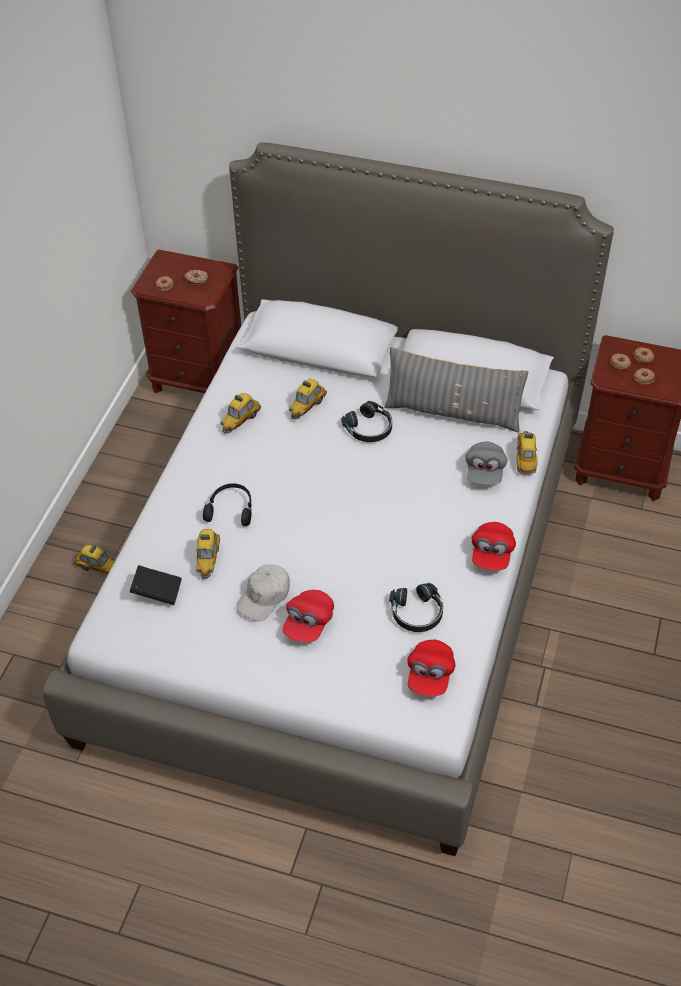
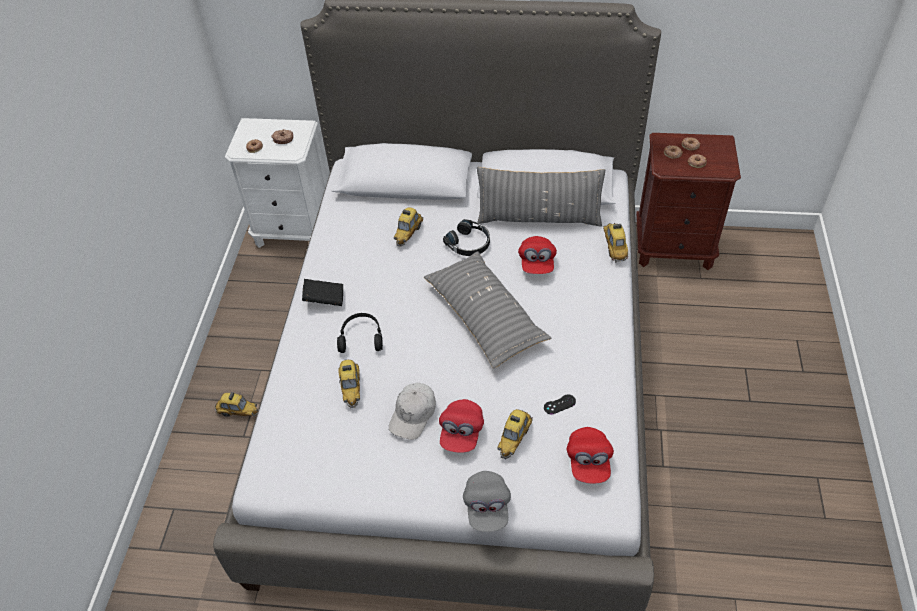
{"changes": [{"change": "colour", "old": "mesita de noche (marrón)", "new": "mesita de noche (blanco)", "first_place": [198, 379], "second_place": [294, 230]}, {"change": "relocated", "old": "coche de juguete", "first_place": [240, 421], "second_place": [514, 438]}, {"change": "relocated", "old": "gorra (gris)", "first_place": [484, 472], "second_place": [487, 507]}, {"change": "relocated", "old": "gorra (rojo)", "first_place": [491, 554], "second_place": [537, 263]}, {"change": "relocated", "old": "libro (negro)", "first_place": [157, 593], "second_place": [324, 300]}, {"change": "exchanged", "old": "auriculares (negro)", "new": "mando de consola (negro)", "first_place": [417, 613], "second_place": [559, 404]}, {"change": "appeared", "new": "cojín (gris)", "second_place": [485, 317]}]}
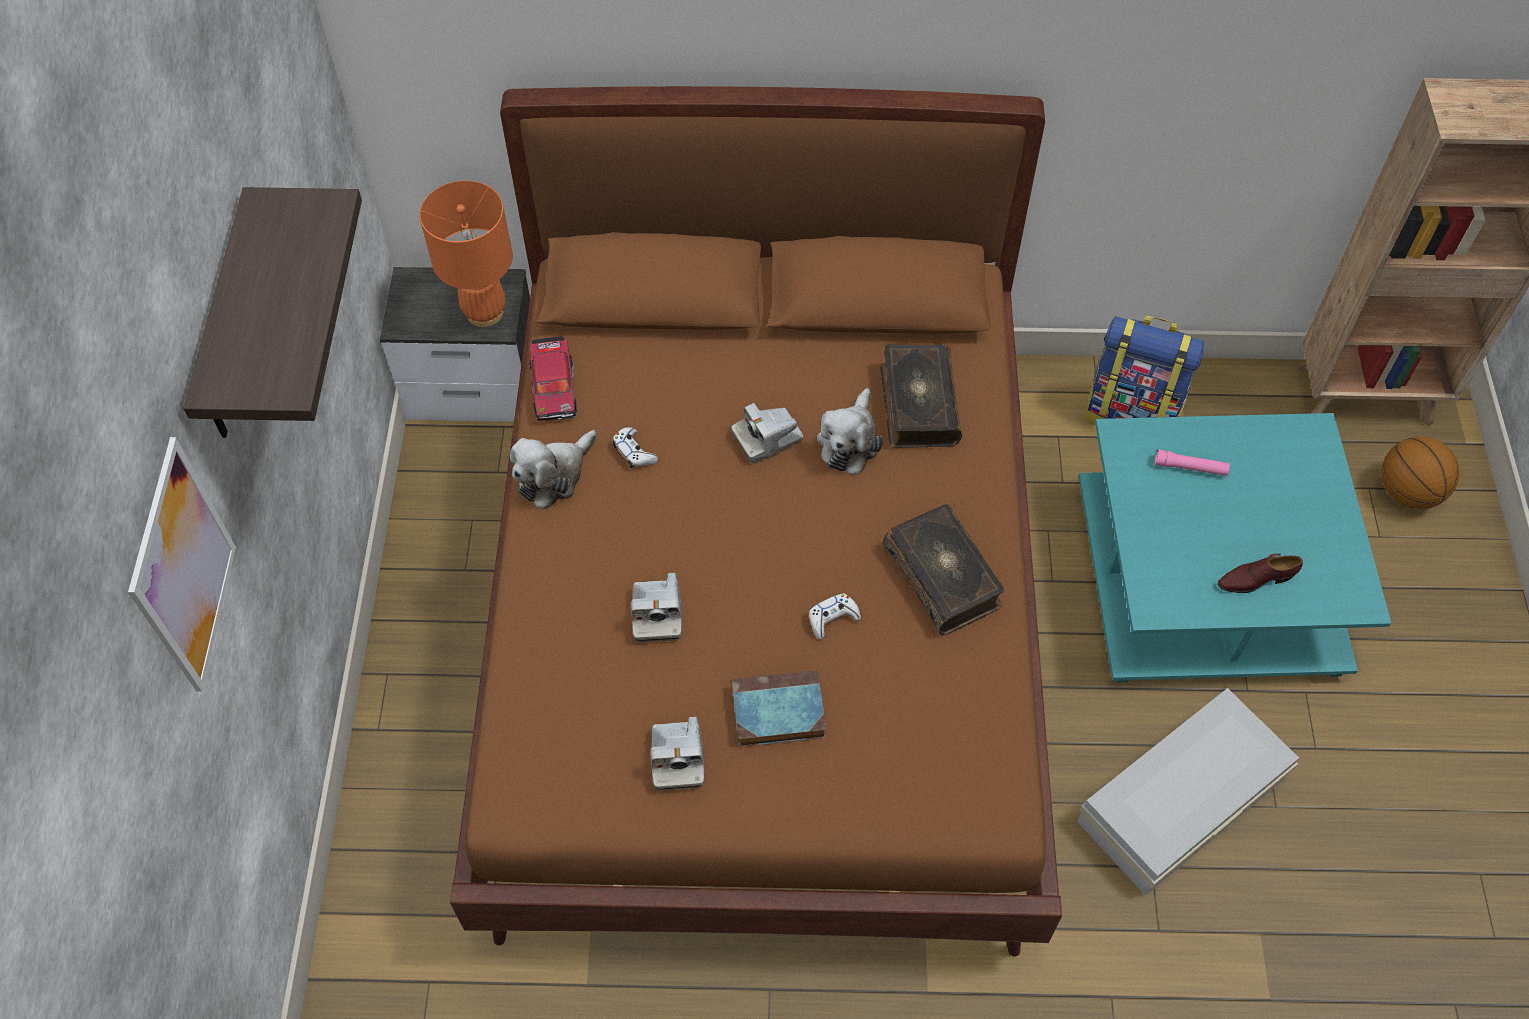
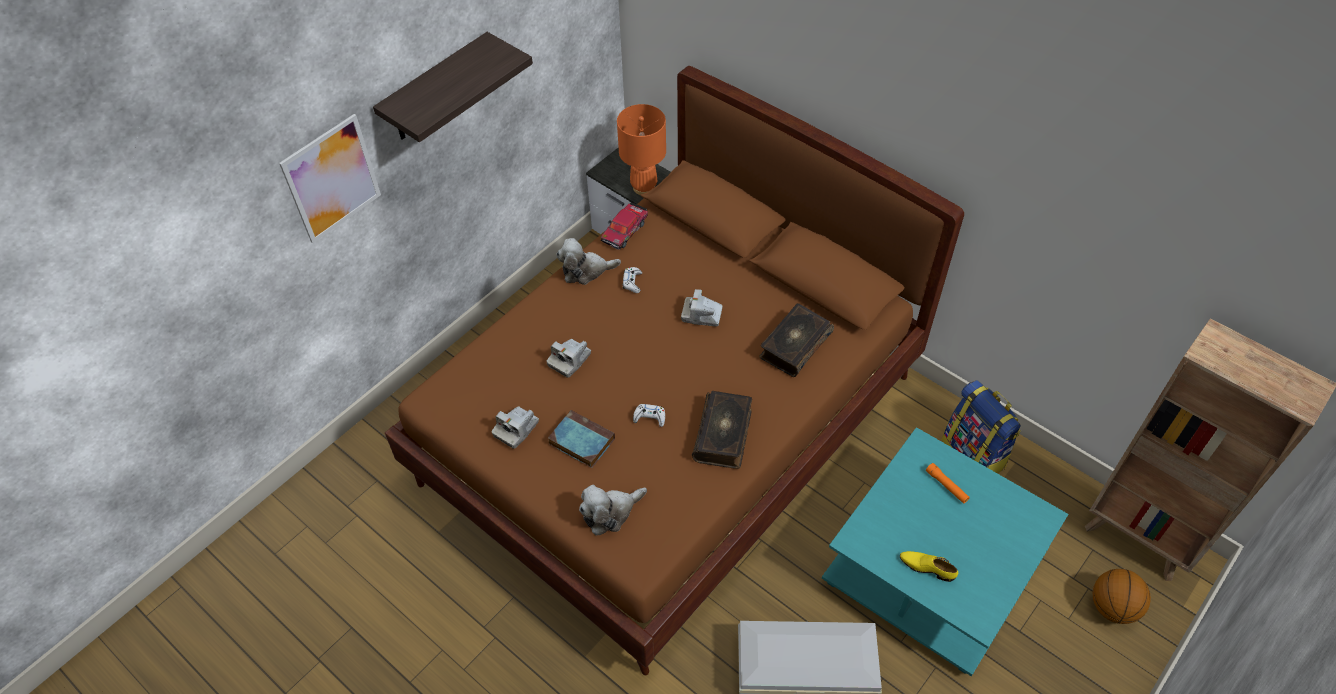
{"changes": [{"change": "relocated", "old": "peluche", "first_place": [849, 441], "second_place": [610, 513]}, {"change": "colour", "old": "linterna (rosa)", "new": "linterna (naranja)", "first_place": [1190, 467], "second_place": [946, 486]}, {"change": "colour", "old": "zapato (marrón)", "new": "zapato (amarillo)", "first_place": [1255, 579], "second_place": [927, 567]}]}
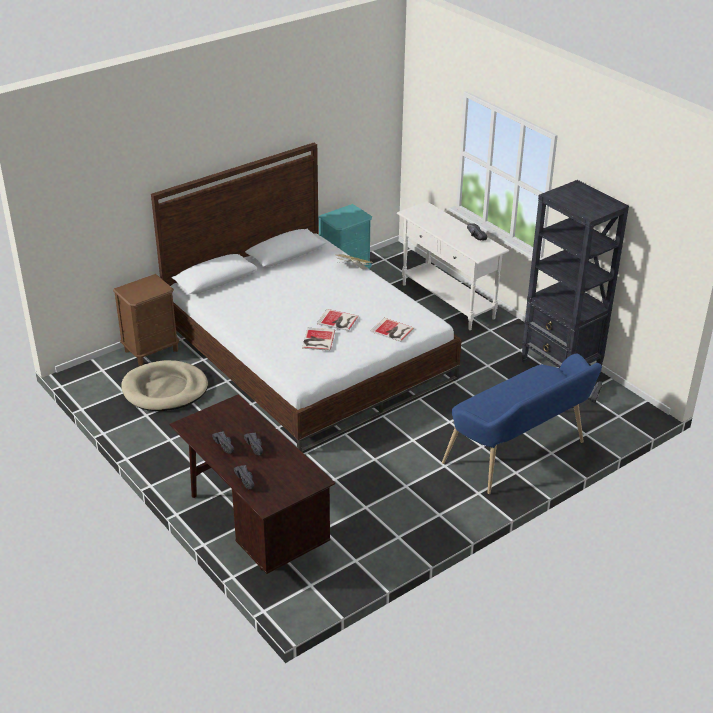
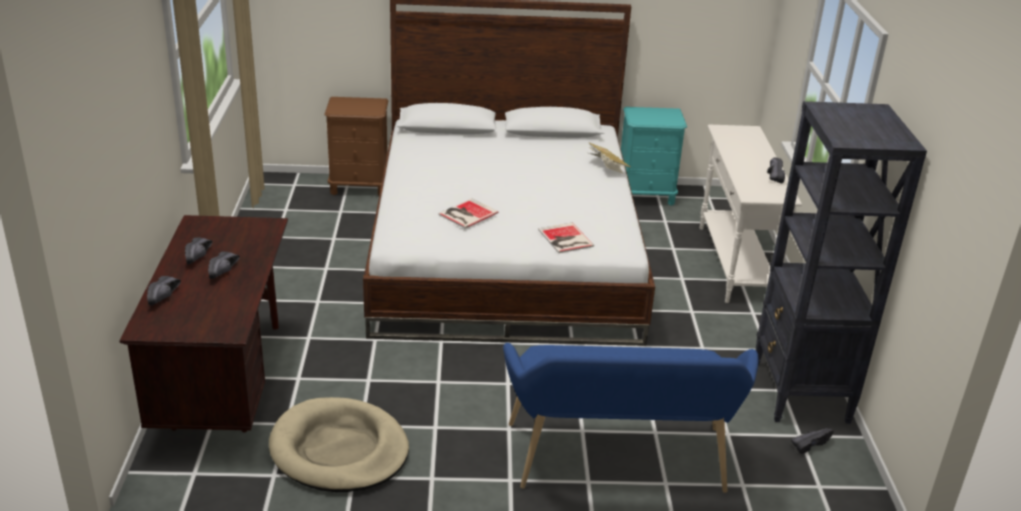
{"changes": [{"change": "missing", "old": "libro", "first_place": [338, 321]}, {"change": "relocated", "old": "cama para perro (beis)", "first_place": [165, 389], "second_place": [339, 450]}]}
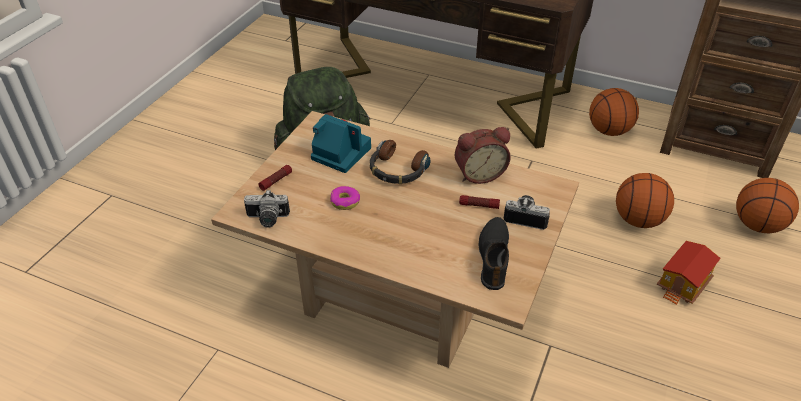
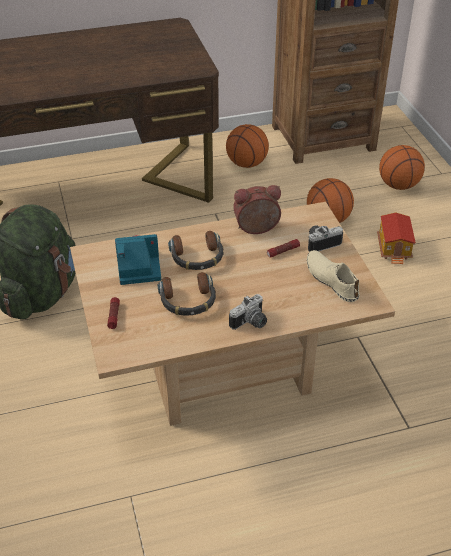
{"changes": [{"change": "spun", "old": "despertador", "first_place": [479, 174], "second_place": [257, 229], "degrees": -135}, {"change": "exchanged", "old": "rosquilla", "new": "auriculares", "first_place": [345, 201], "second_place": [188, 301]}, {"change": "relocated", "old": "cámara", "first_place": [267, 219], "second_place": [251, 323]}, {"change": "colour", "old": "zapato (negro)", "new": "zapato (beis)", "first_place": [494, 257], "second_place": [332, 279]}]}
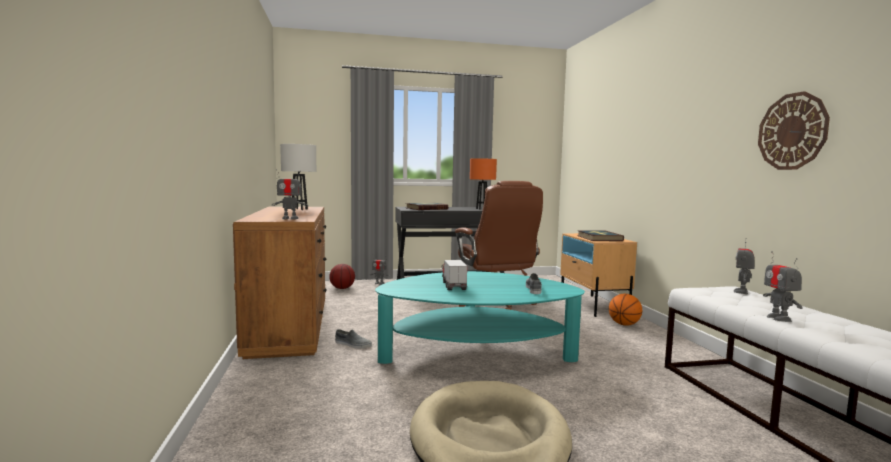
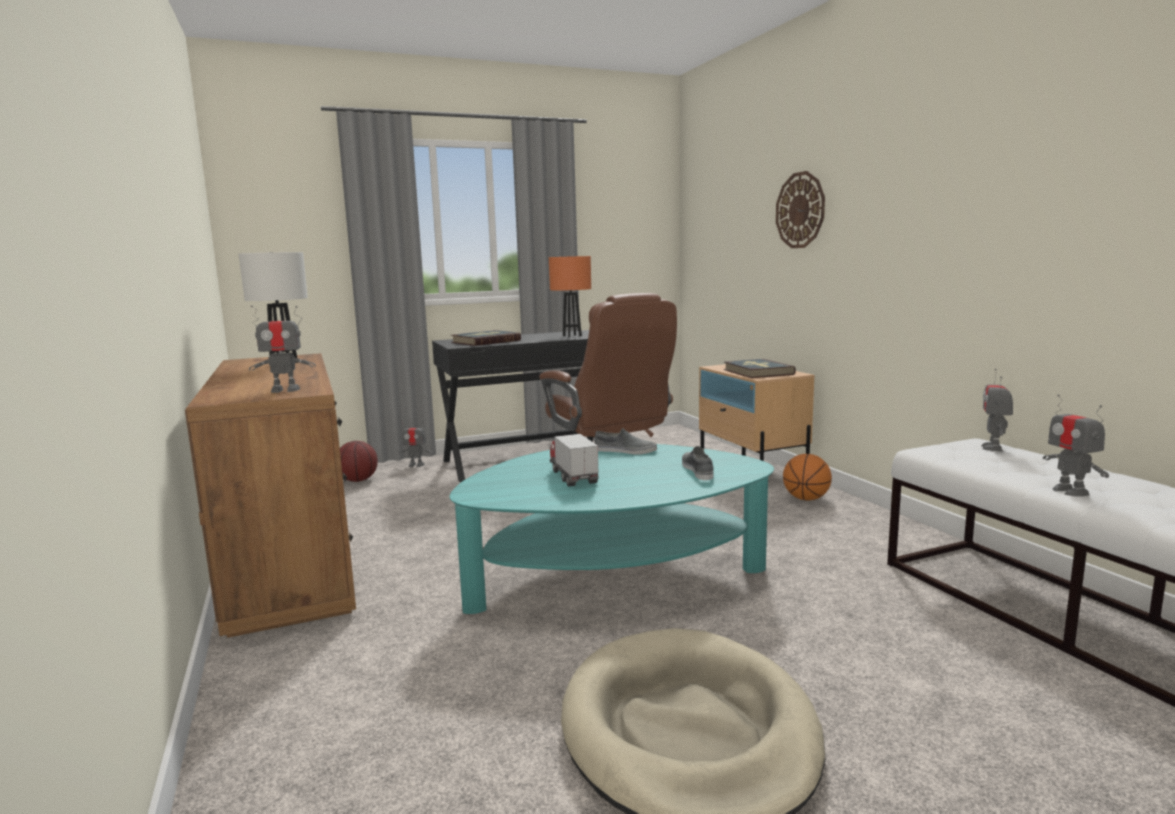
{"changes": [{"change": "relocated", "old": "reloj de pared", "first_place": [792, 131], "second_place": [800, 210]}, {"change": "relocated", "old": "zapato (gris)", "first_place": [352, 344], "second_place": [625, 451]}]}
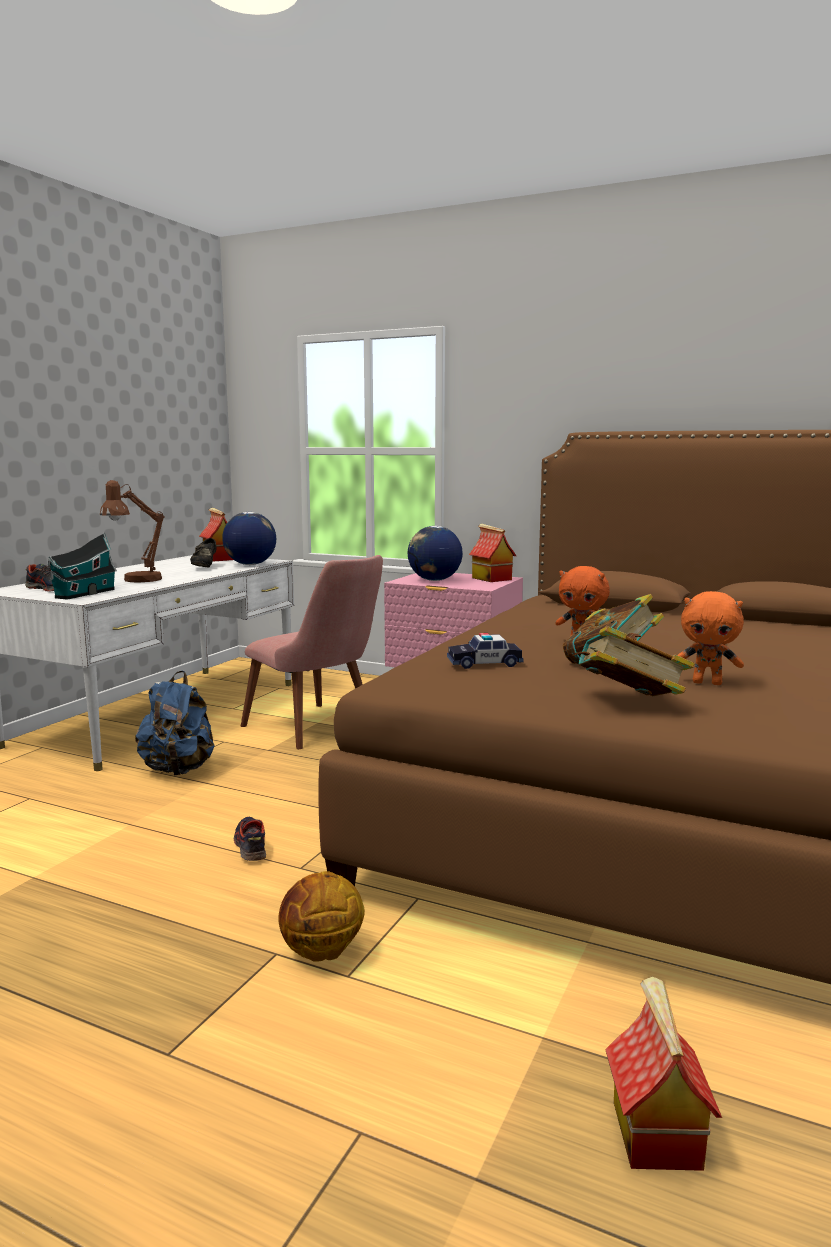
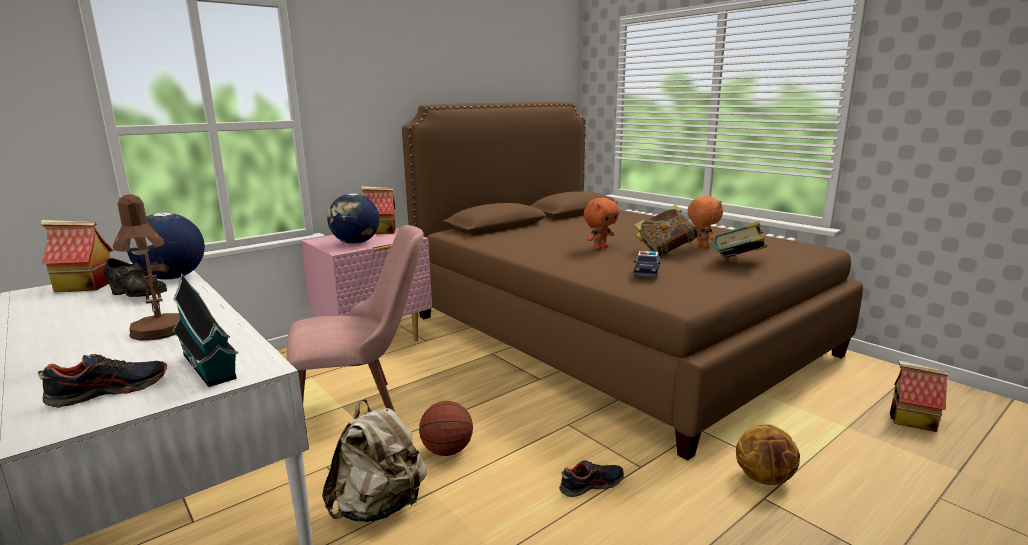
{"changes": [{"change": "spun", "old": "peluche (naranja)", "first_place": [707, 683], "second_place": [701, 246], "degrees": -60}, {"change": "colour", "old": "mochila (azul)", "new": "mochila (beis)", "first_place": [178, 770], "second_place": [379, 507]}, {"change": "spun", "old": "zapato", "first_place": [250, 846], "second_place": [591, 485], "degrees": 150}, {"change": "appeared", "new": "balón de baloncesto", "second_place": [447, 451]}]}
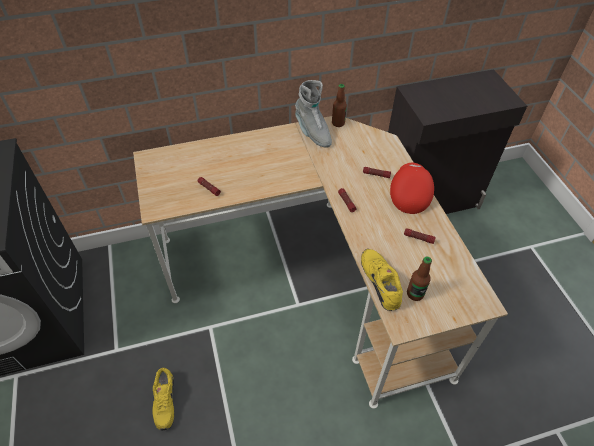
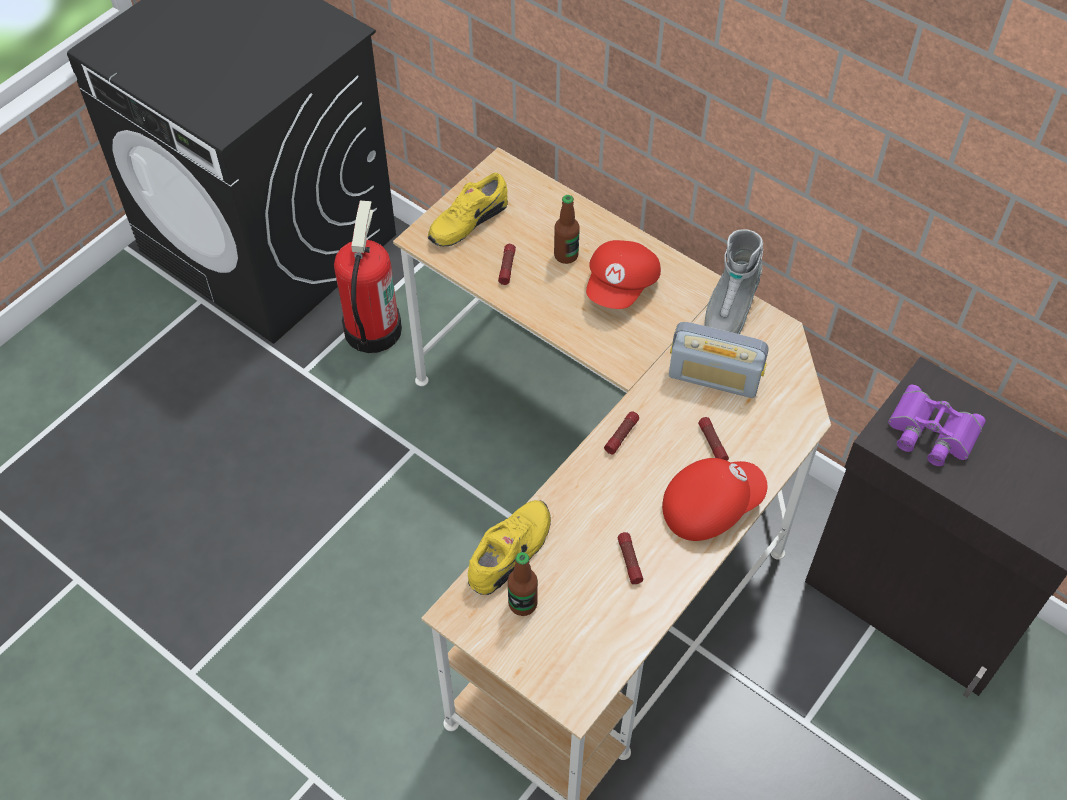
{"changes": [{"change": "relocated", "old": "botella", "first_place": [338, 123], "second_place": [566, 255]}, {"change": "relocated", "old": "zapato (amarillo)", "first_place": [164, 402], "second_place": [467, 221]}, {"change": "appeared", "new": "extintor", "second_place": [371, 329]}, {"change": "appeared", "new": "gorra (rojo)", "second_place": [622, 286]}, {"change": "appeared", "new": "radio", "second_place": [714, 377]}, {"change": "appeared", "new": "prismáticos (morado)", "second_place": [930, 433]}]}
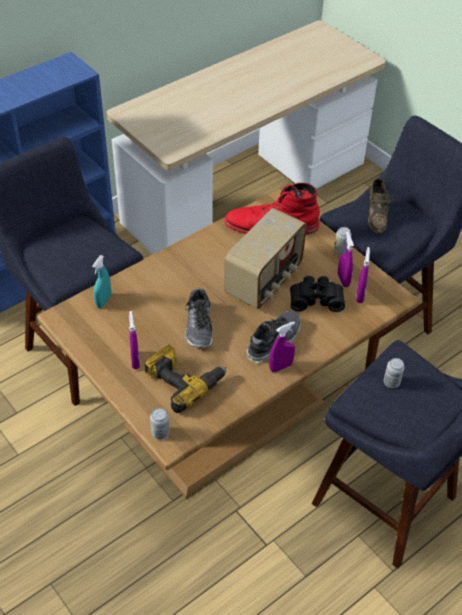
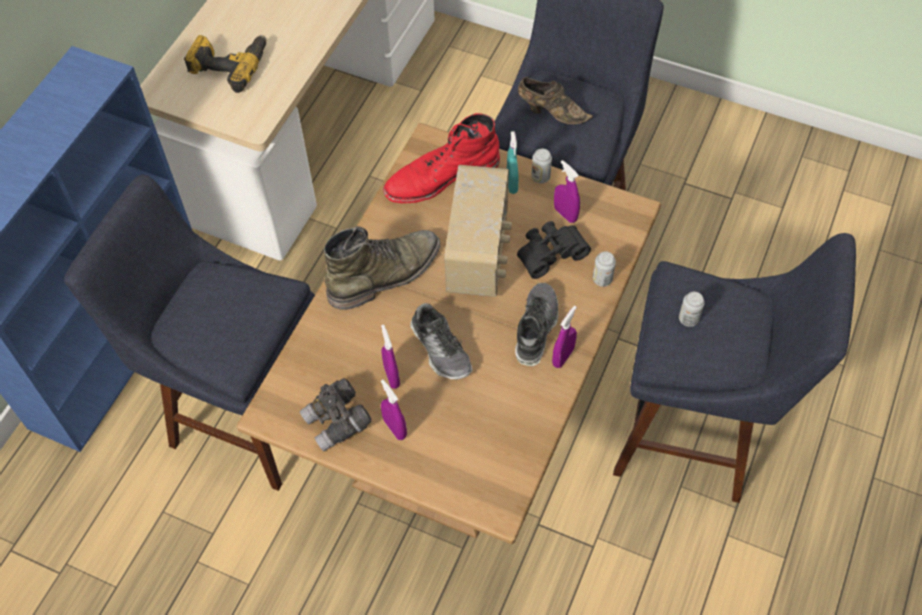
{"changes": [{"change": "spun", "old": "zapato (marrón)", "first_place": [376, 216], "second_place": [551, 112], "degrees": -45}, {"change": "relocated", "old": "pulverizador (morado)", "first_place": [360, 295], "second_place": [391, 376]}, {"change": "relocated", "old": "pulverizador (turquesa)", "first_place": [103, 301], "second_place": [512, 184]}, {"change": "relocated", "old": "taladro", "first_place": [183, 381], "second_place": [229, 65]}, {"change": "relocated", "old": "lata", "first_place": [160, 433], "second_place": [602, 279]}, {"change": "appeared", "new": "bota (verde)", "second_place": [385, 274]}, {"change": "appeared", "new": "prismáticos (gris)", "second_place": [337, 422]}]}
